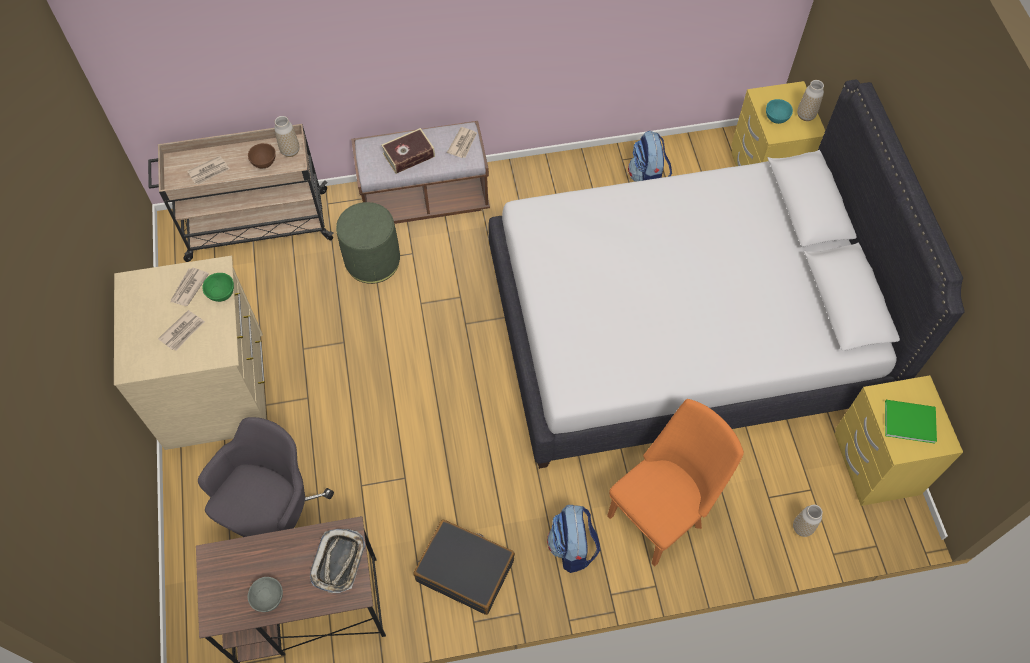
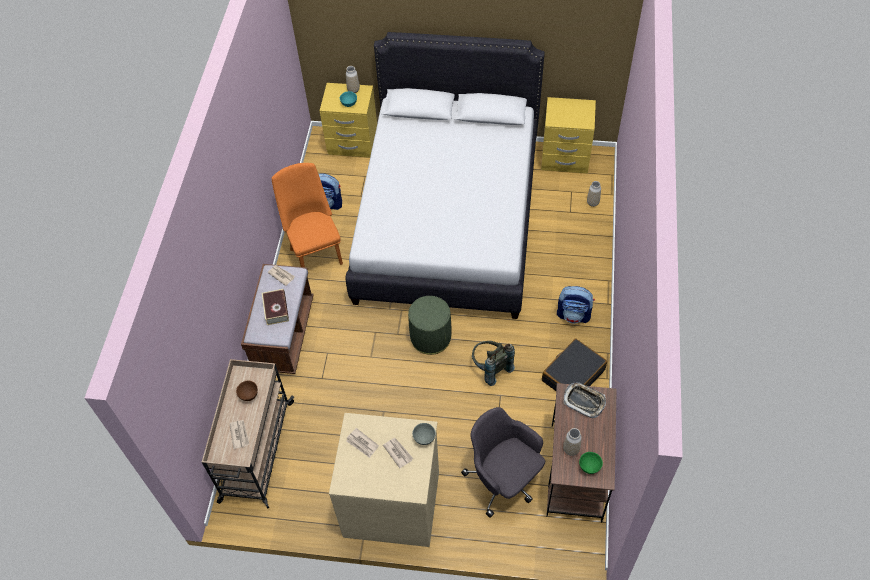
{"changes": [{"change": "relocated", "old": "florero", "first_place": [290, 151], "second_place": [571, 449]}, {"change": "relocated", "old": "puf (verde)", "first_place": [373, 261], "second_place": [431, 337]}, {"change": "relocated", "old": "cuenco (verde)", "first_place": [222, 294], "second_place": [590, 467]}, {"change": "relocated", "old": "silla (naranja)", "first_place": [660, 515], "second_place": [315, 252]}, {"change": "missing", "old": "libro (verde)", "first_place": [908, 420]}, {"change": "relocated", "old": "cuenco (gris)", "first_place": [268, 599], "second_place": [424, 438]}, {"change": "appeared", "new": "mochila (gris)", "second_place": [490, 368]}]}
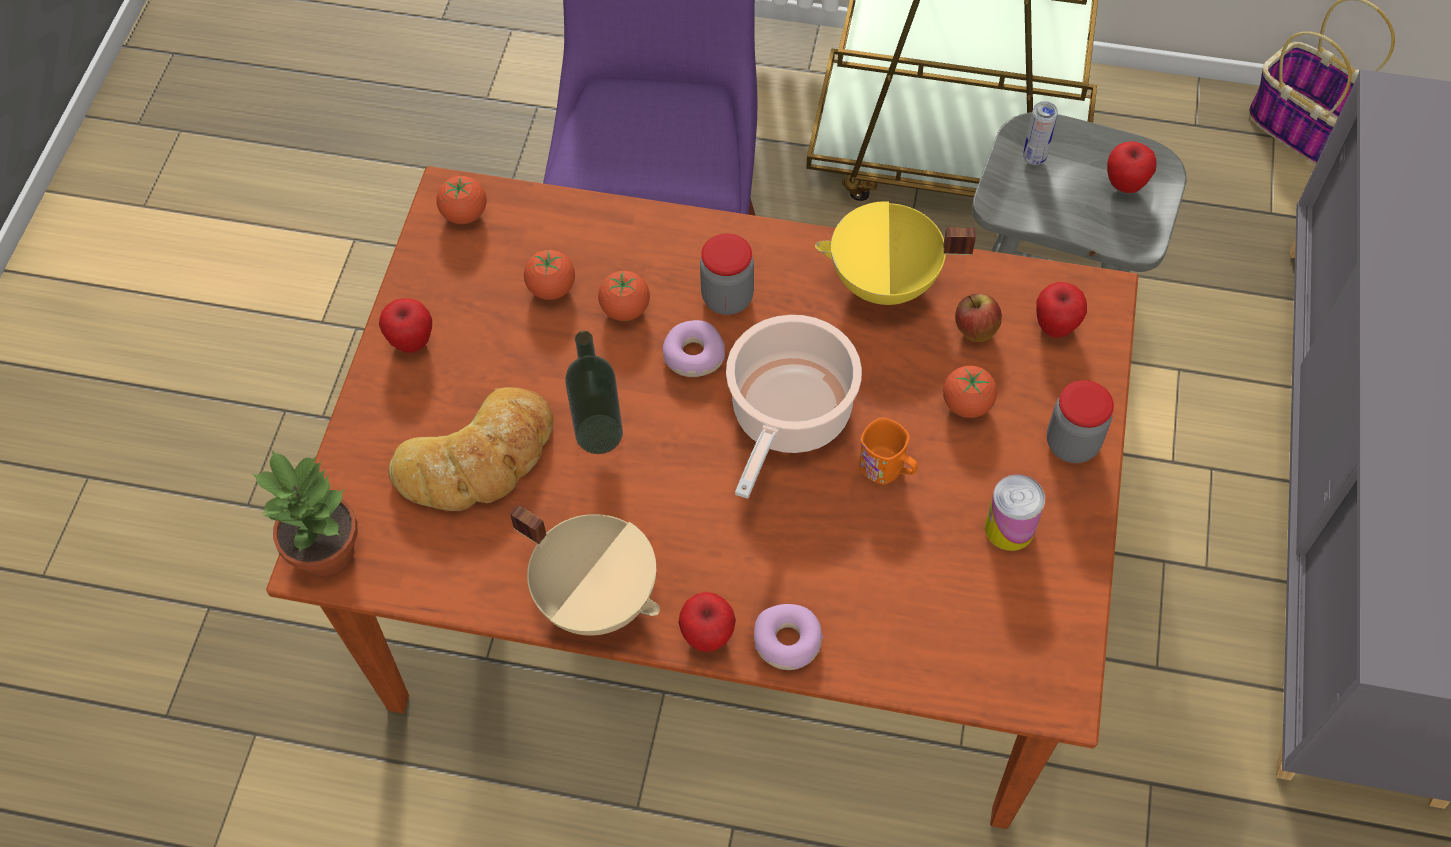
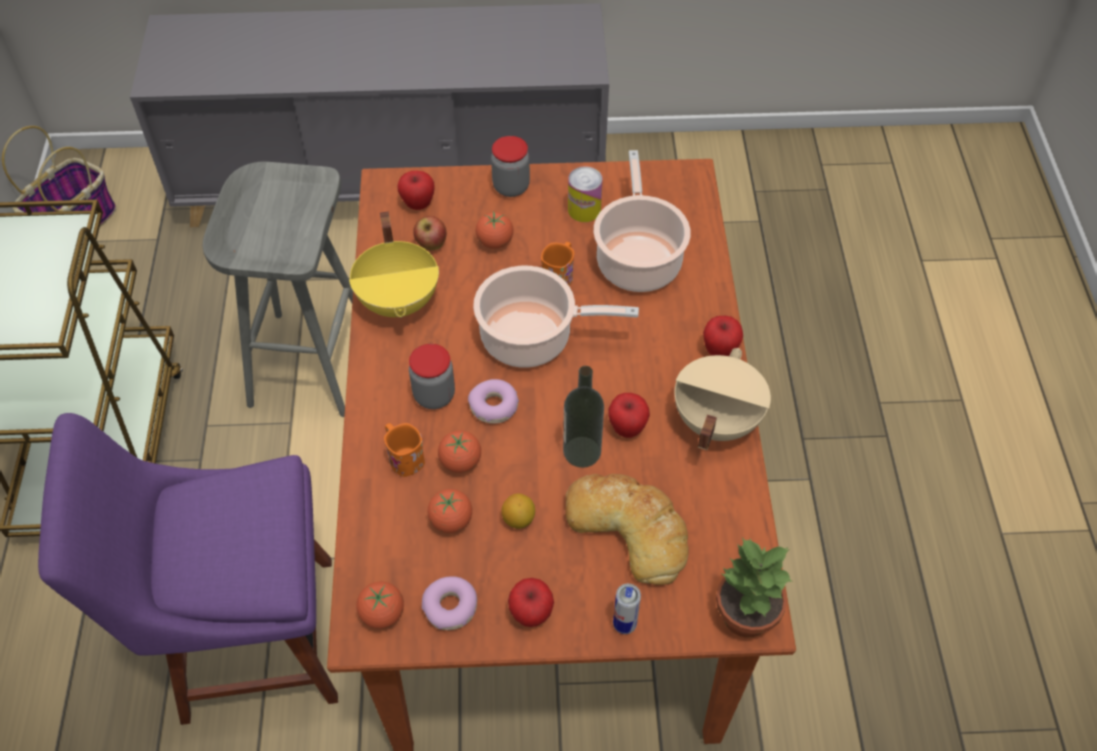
{"changes": [{"change": "relocated", "old": "lata", "first_place": [1034, 157], "second_place": [624, 624]}, {"change": "relocated", "old": "manzana", "first_place": [1125, 184], "second_place": [627, 428]}, {"change": "relocated", "old": "rosquilla", "first_place": [787, 642], "second_place": [451, 607]}, {"change": "appeared", "new": "olla", "second_place": [638, 259]}, {"change": "appeared", "new": "taza grande (naranja)", "second_place": [403, 457]}, {"change": "appeared", "new": "limón", "second_place": [519, 519]}]}
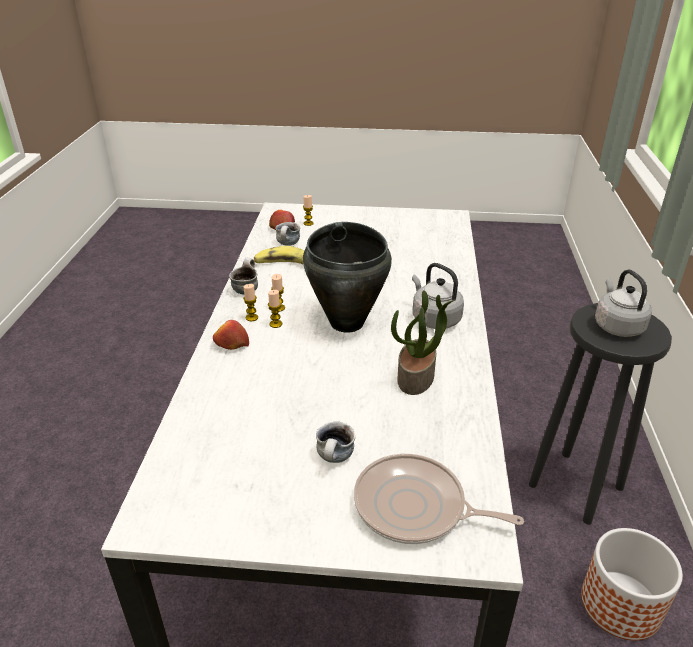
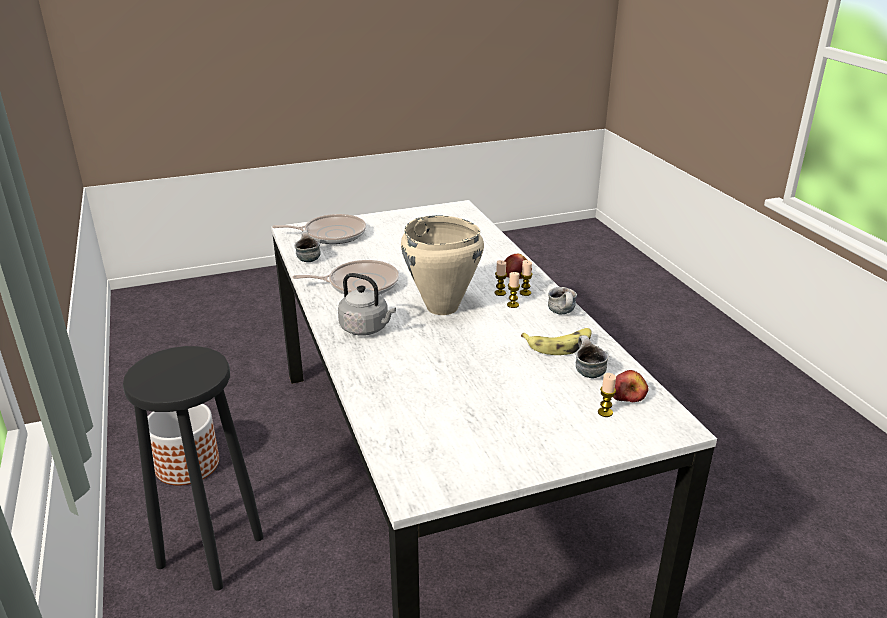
{"changes": [{"change": "colour", "old": "olla (negro)", "new": "olla (beis)", "first_place": [347, 322], "second_place": [442, 308]}, {"change": "missing", "old": "hervidor (gris)", "first_place": [617, 326]}, {"change": "exchanged", "old": "planta en maceta", "new": "sartén", "first_place": [416, 378], "second_place": [359, 284]}, {"change": "relocated", "old": "taza grande", "first_place": [335, 459], "second_place": [307, 258]}]}
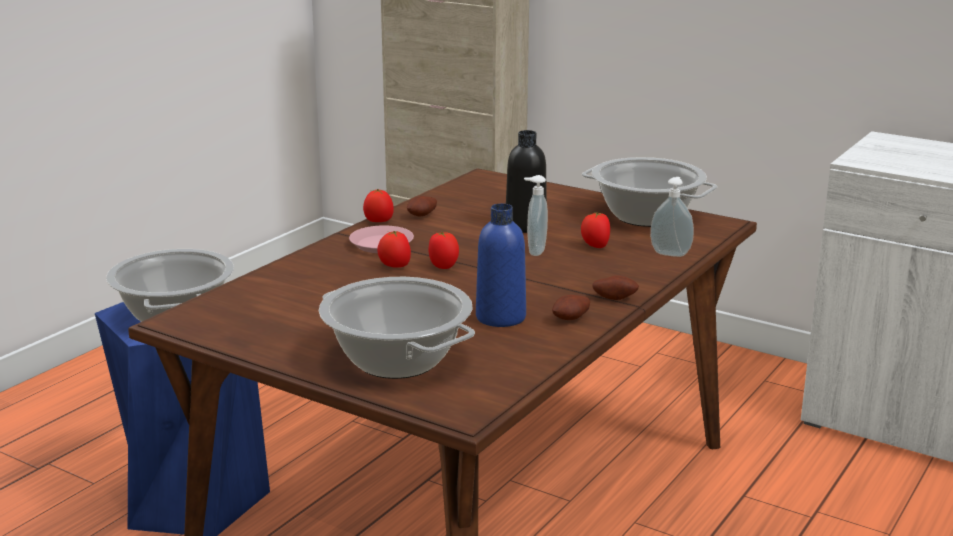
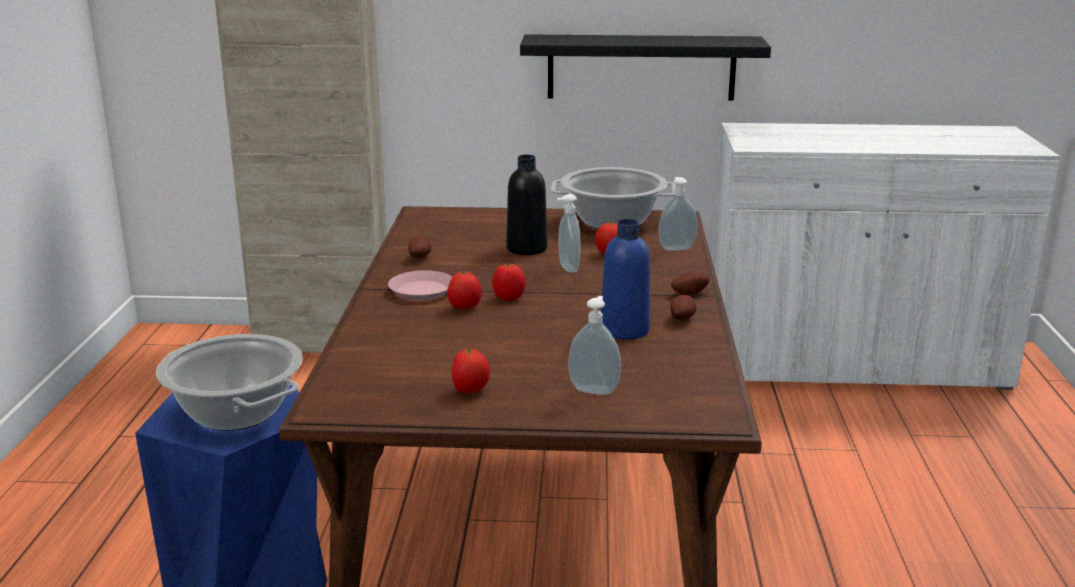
{"changes": [{"change": "relocated", "old": "tomate", "first_place": [378, 221], "second_place": [471, 391]}, {"change": "exchanged", "old": "olla", "new": "dispensador de jabón", "first_place": [396, 360], "second_place": [594, 389]}, {"change": "appeared", "new": "estante (negro)", "second_place": [641, 67]}]}
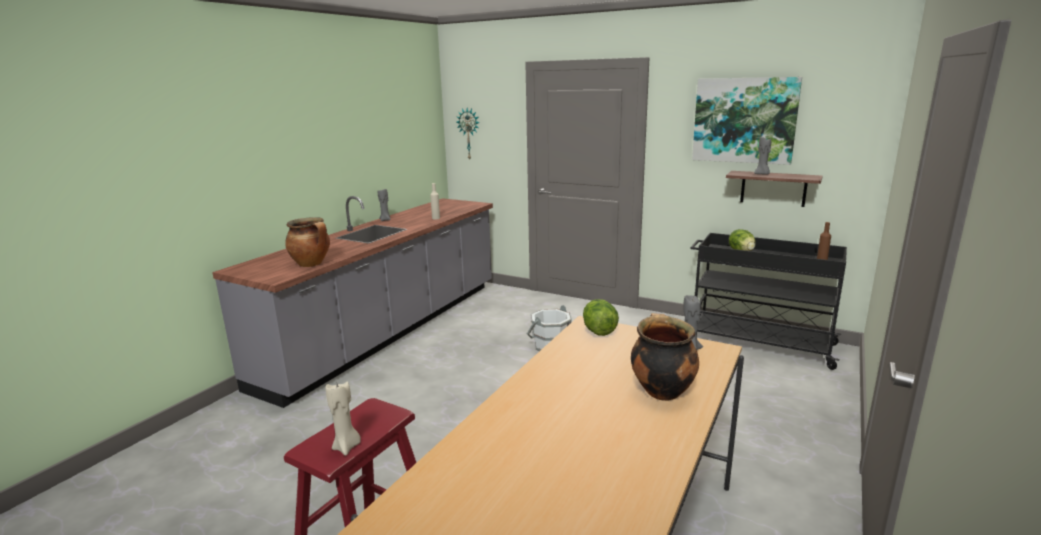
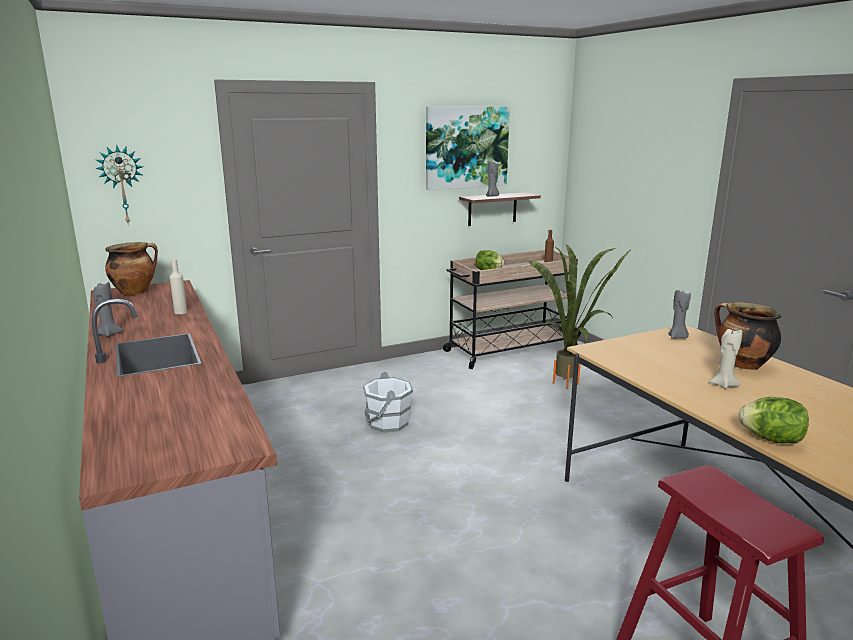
{"changes": [{"change": "relocated", "old": "olla", "first_place": [312, 264], "second_place": [135, 292]}, {"change": "colour", "old": "carrito (negro)", "new": "carrito (beis)", "first_place": [757, 343], "second_place": [509, 350]}, {"change": "relocated", "old": "lechuga", "first_place": [599, 331], "second_place": [771, 439]}, {"change": "relocated", "old": "vela (beis)", "first_place": [347, 447], "second_place": [723, 385]}, {"change": "appeared", "new": "planta en maceta", "second_place": [572, 382]}]}
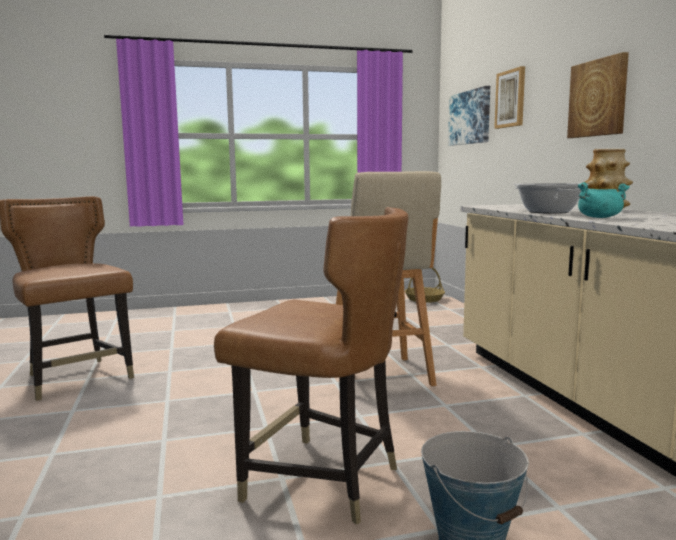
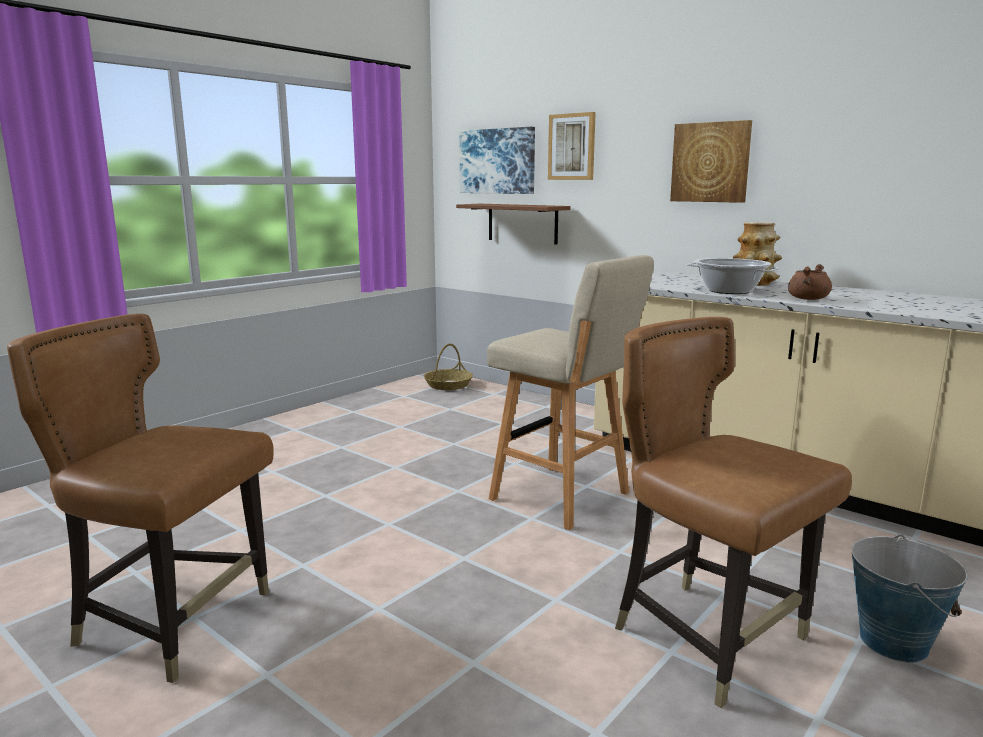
{"changes": [{"change": "colour", "old": "olla (turquesa)", "new": "olla (marrón)", "first_place": [599, 217], "second_place": [807, 299]}, {"change": "spun", "old": "silla (marrón)", "first_place": [322, 480], "second_place": [708, 637], "degrees": -120}, {"change": "appeared", "new": "estante (marrón)", "second_place": [522, 223]}]}
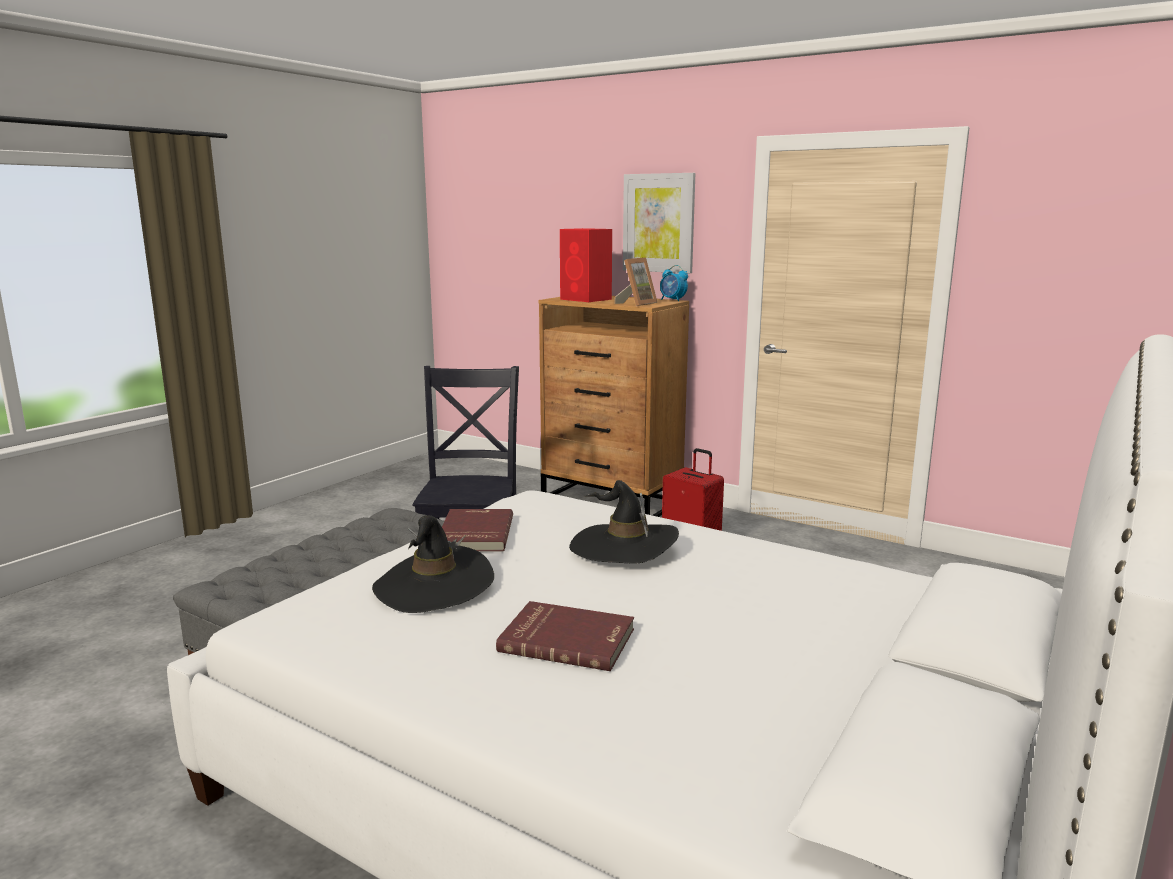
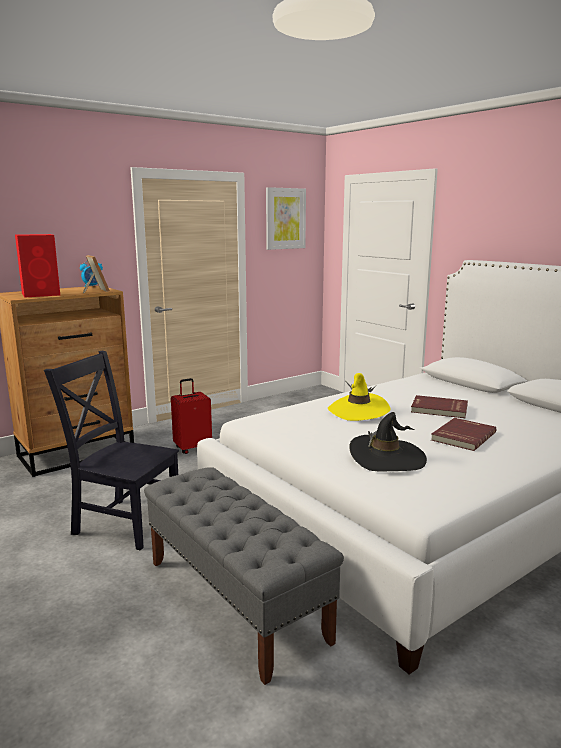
{"changes": [{"change": "relocated", "old": "cuadro", "first_place": [658, 223], "second_place": [285, 218]}, {"change": "colour", "old": "sombrero (negro)", "new": "sombrero (amarillo)", "first_place": [623, 547], "second_place": [358, 411]}, {"change": "relocated", "old": "libro (rojo)", "first_place": [474, 534], "second_place": [439, 409]}]}
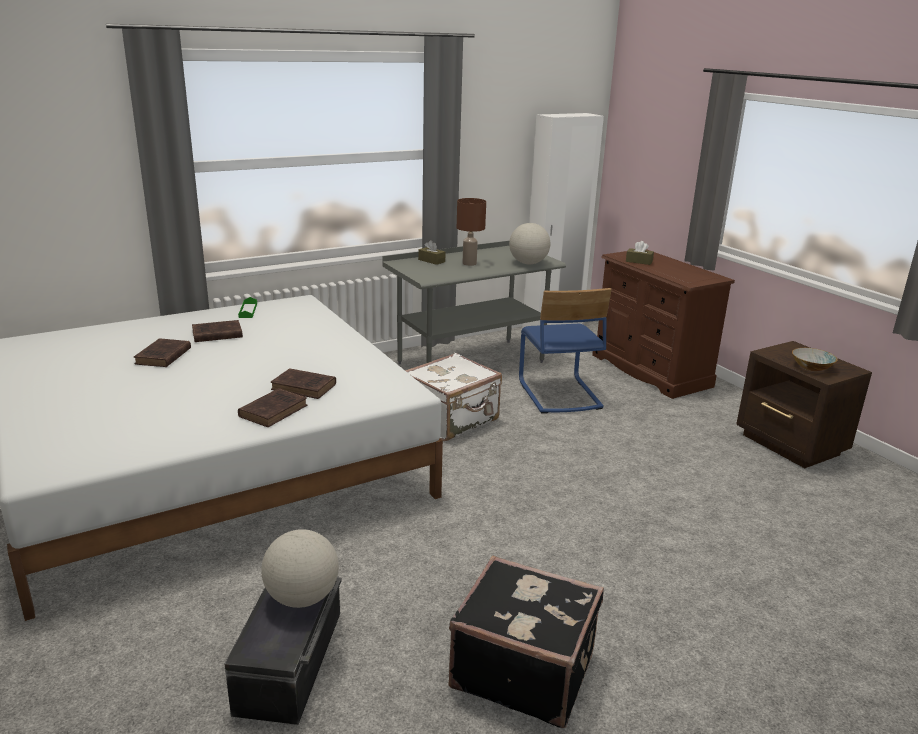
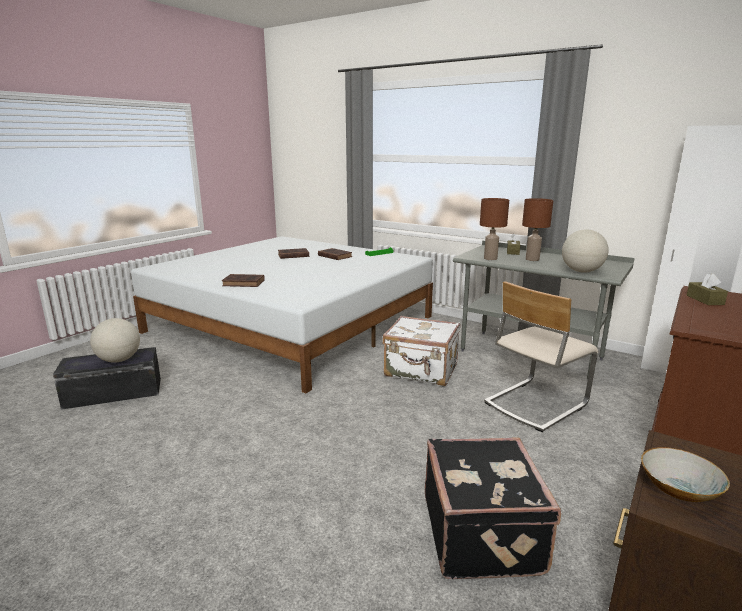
{"changes": [{"change": "colour", "old": "silla (azul)", "new": "silla (beis)", "first_place": [558, 395], "second_place": [534, 404]}, {"change": "missing", "old": "libro (marrón)", "first_place": [305, 387]}, {"change": "relocated", "old": "maleta (negro)", "first_place": [523, 669], "second_place": [483, 533]}, {"change": "appeared", "new": "lámpara de mesa (marrón)", "second_place": [491, 259]}]}
